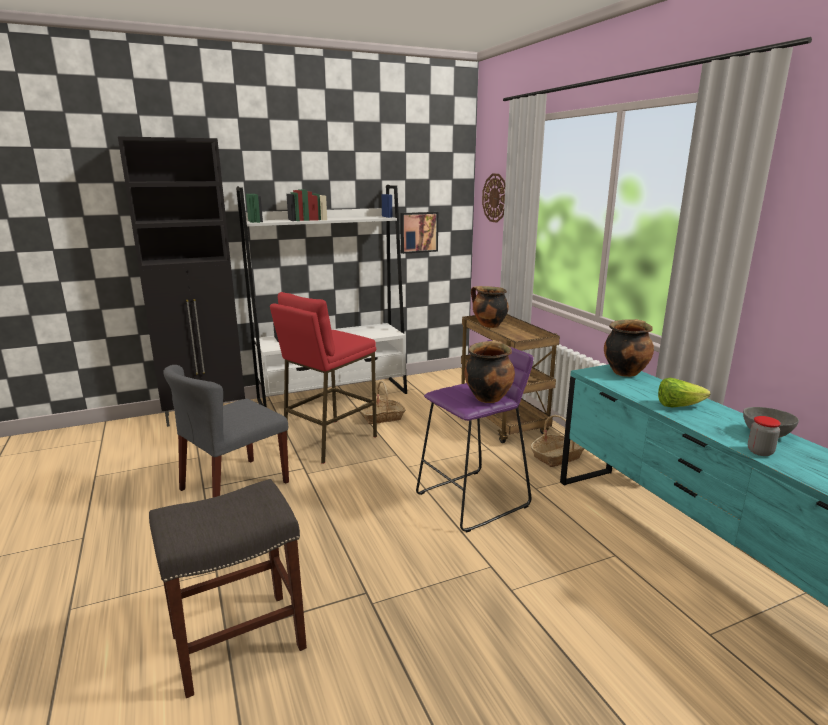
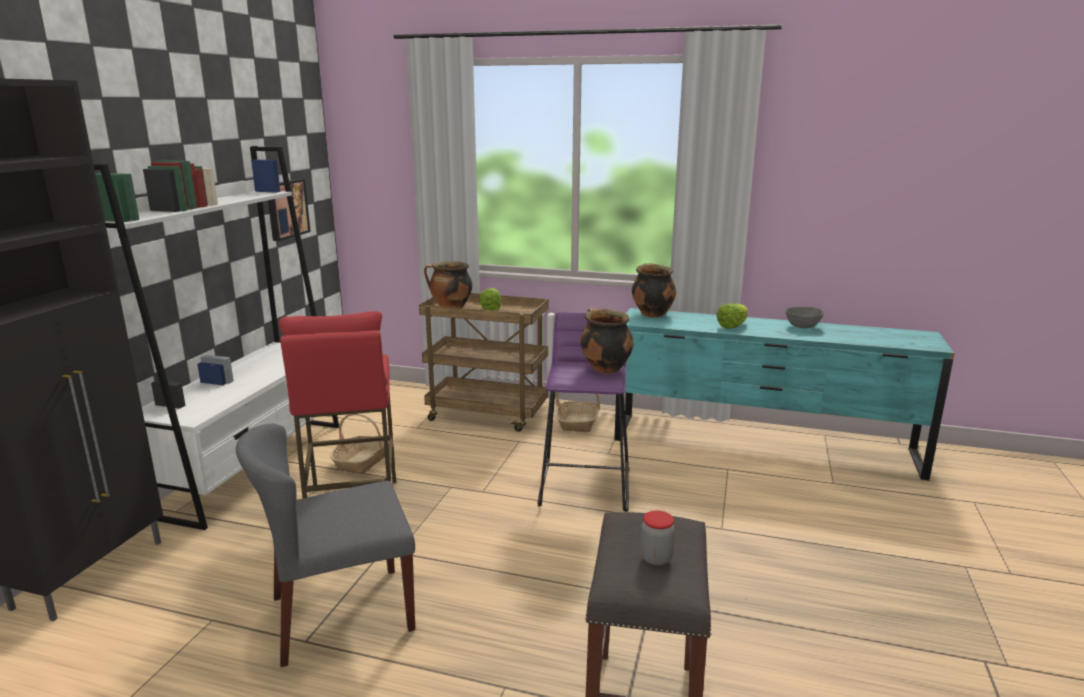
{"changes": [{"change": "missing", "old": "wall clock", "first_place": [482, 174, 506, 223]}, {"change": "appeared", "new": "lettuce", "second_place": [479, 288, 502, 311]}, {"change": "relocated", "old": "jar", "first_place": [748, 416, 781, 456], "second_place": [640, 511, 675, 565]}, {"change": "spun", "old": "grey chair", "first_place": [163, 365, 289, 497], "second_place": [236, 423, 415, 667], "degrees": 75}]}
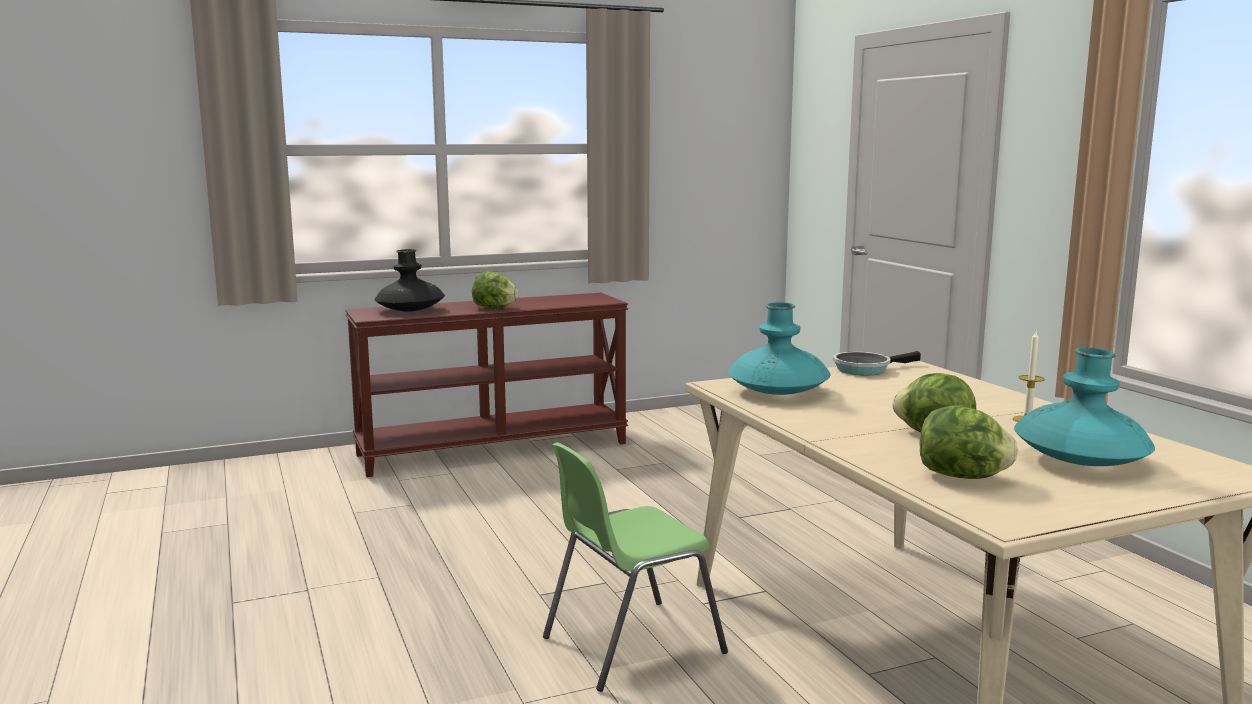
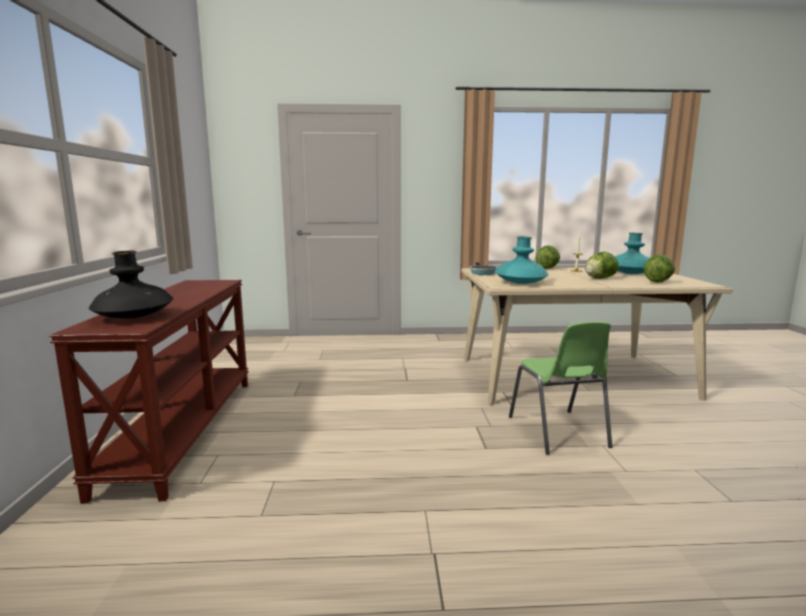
{"changes": [{"change": "relocated", "old": "lettuce", "first_place": [472, 271, 519, 308], "second_place": [535, 245, 560, 269]}]}
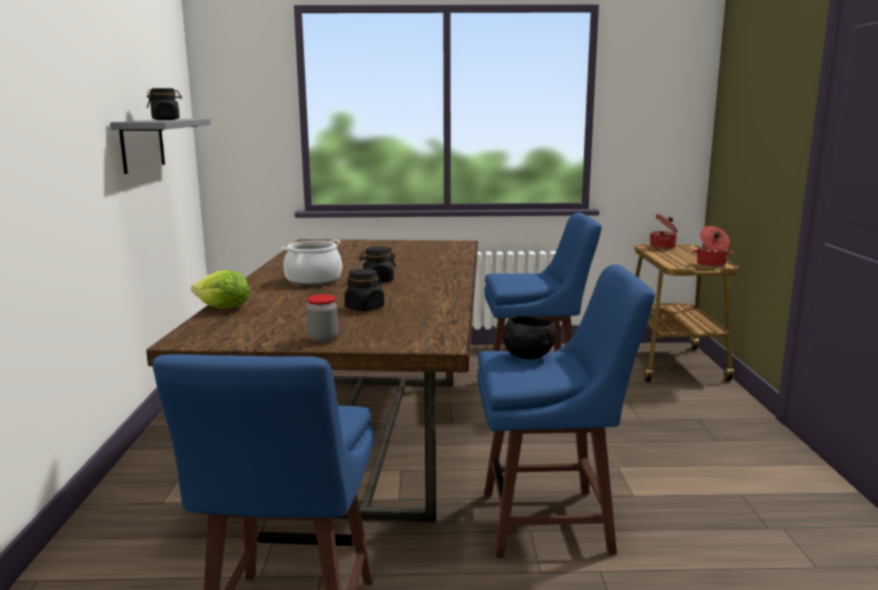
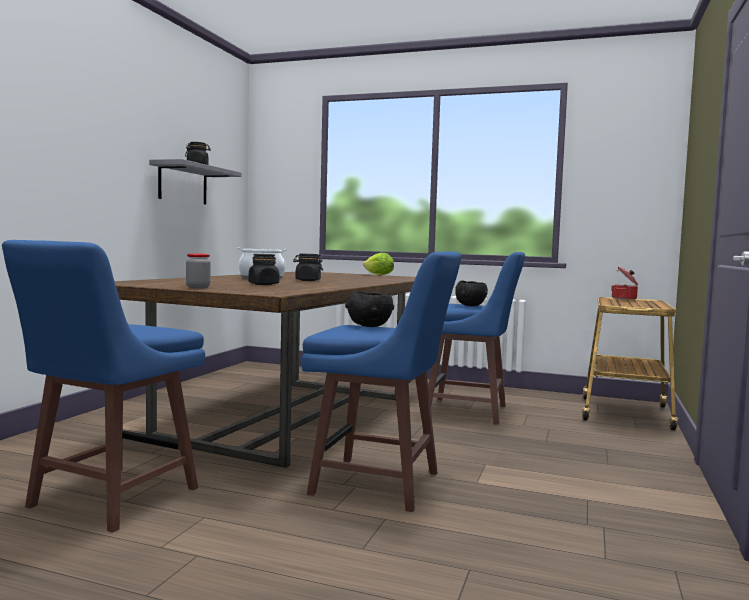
{"changes": [{"change": "missing", "old": "cooking pot", "first_place": [692, 226, 734, 267]}, {"change": "appeared", "new": "black bowl", "second_place": [455, 281, 488, 306]}, {"change": "relocated", "old": "lettuce", "first_place": [191, 270, 250, 308], "second_place": [363, 253, 394, 275]}]}
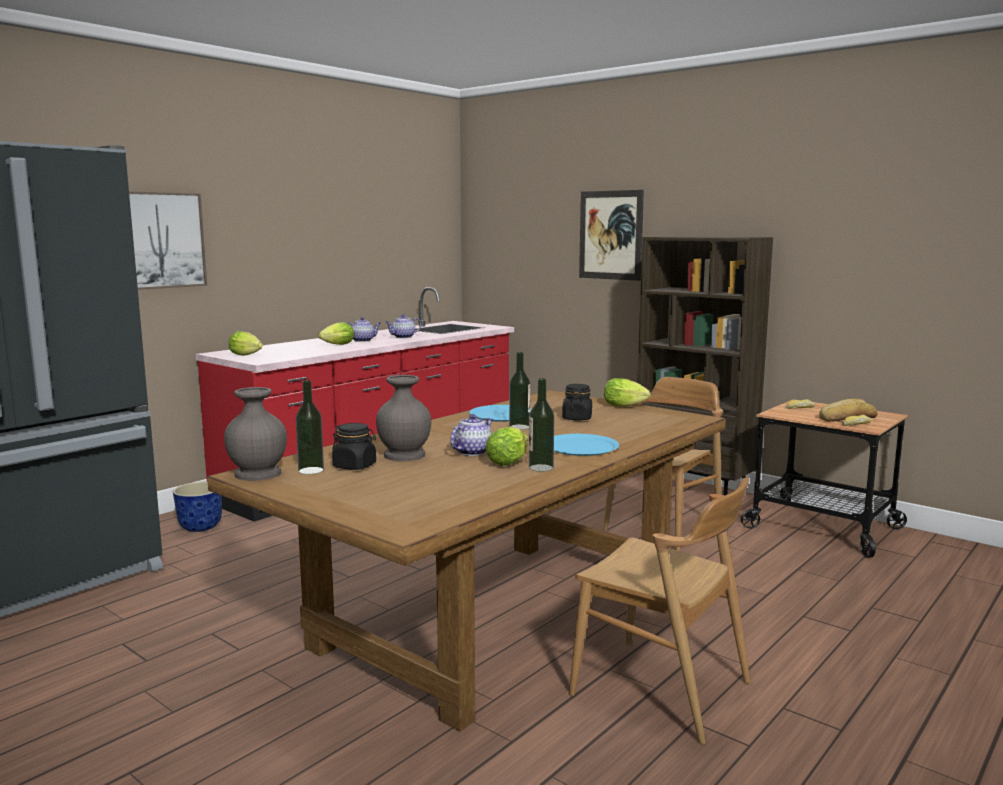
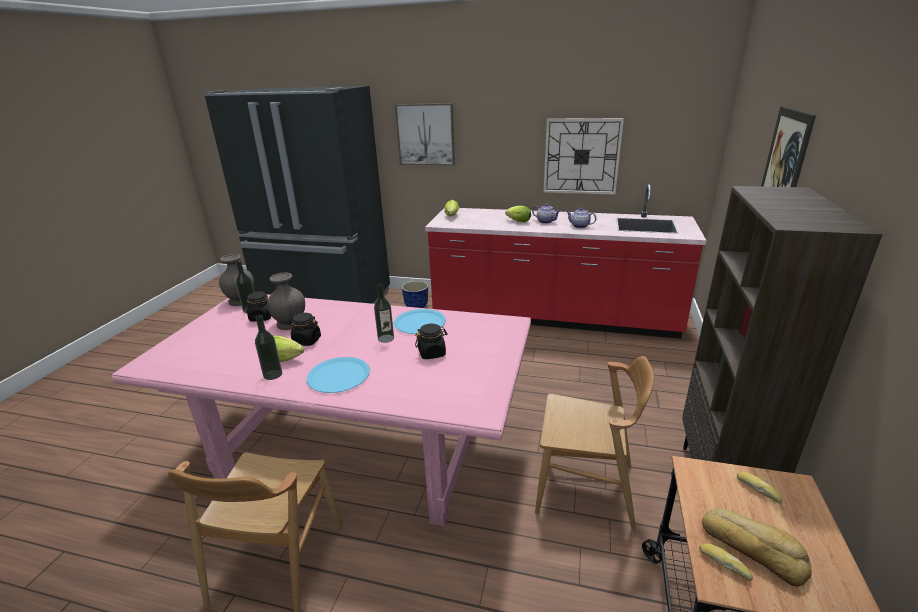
{"changes": [{"change": "missing", "old": "lettuce", "first_place": [604, 378, 650, 407]}, {"change": "appeared", "new": "wall clock", "second_place": [543, 118, 624, 195]}, {"change": "exchanged", "old": "teapot", "new": "black jar", "first_place": [450, 414, 492, 456], "second_place": [288, 313, 321, 346]}, {"change": "colour", "old": "brown dining table", "new": "pink dining table", "first_place": [207, 390, 726, 731], "second_place": [111, 294, 531, 526]}]}
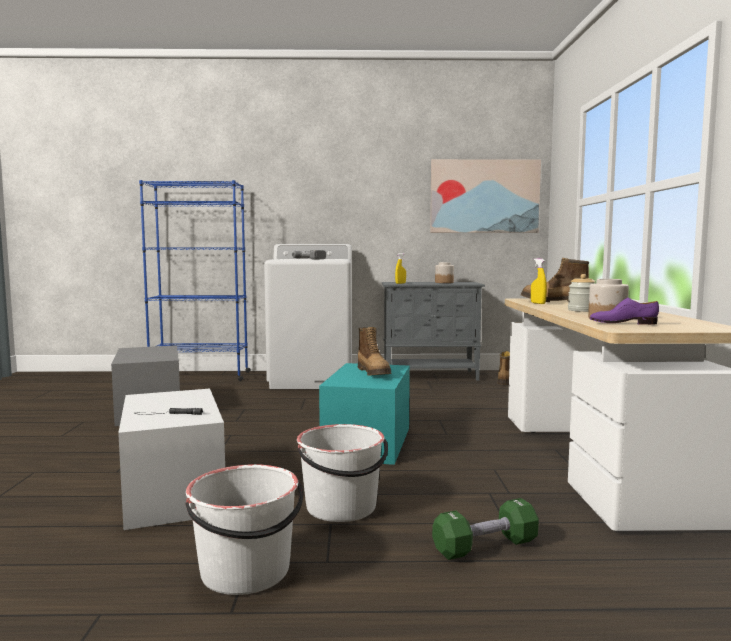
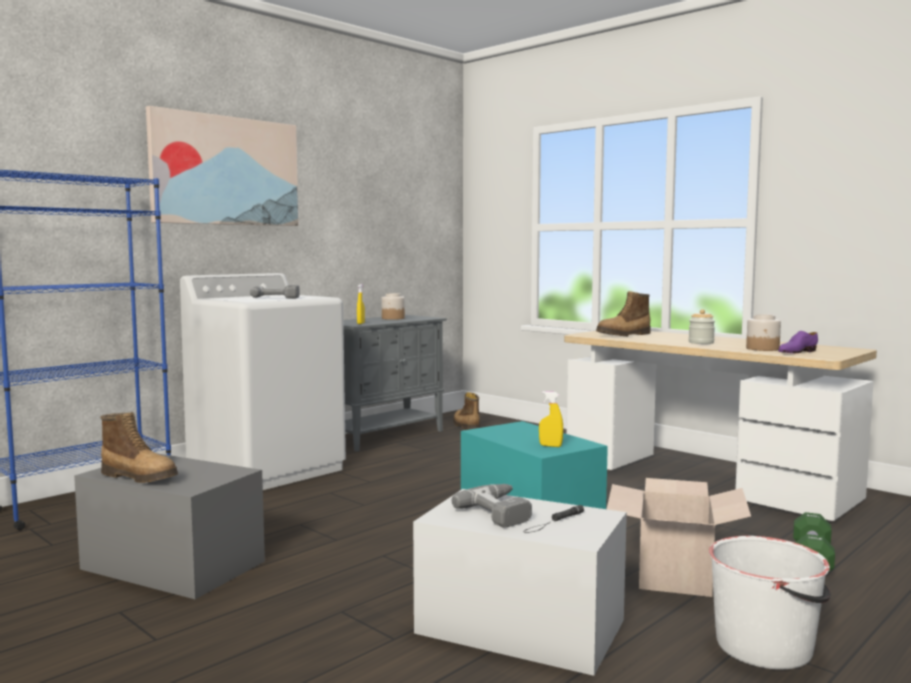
{"changes": [{"change": "appeared", "new": "power drill", "second_place": [452, 484, 532, 528]}, {"change": "relocated", "old": "boot", "first_place": [358, 327, 392, 375], "second_place": [100, 412, 178, 483]}, {"change": "relocated", "old": "picture", "first_place": [430, 159, 541, 233], "second_place": [146, 106, 299, 226]}, {"change": "relocated", "old": "yellow spray bottle", "first_place": [531, 258, 547, 304], "second_place": [539, 391, 563, 447]}, {"change": "exchanged", "old": "white bucket", "new": "cardboard box", "first_place": [297, 424, 388, 522], "second_place": [607, 478, 751, 597]}]}
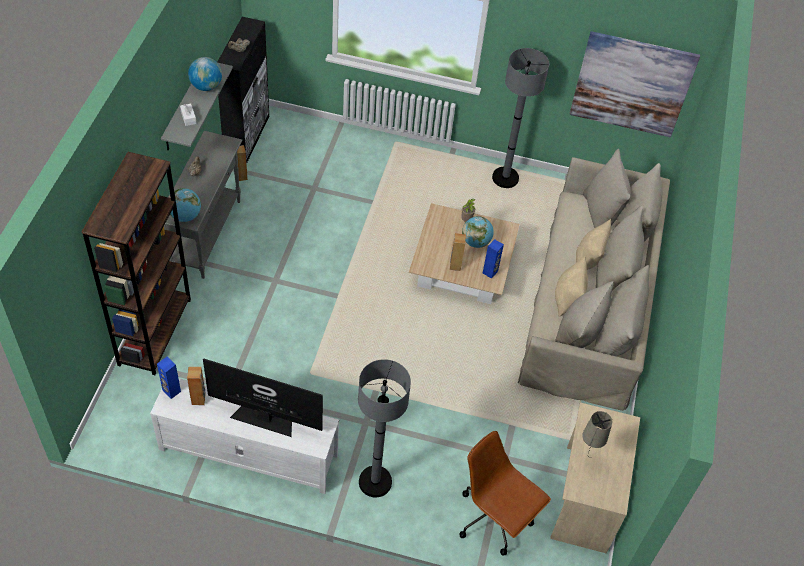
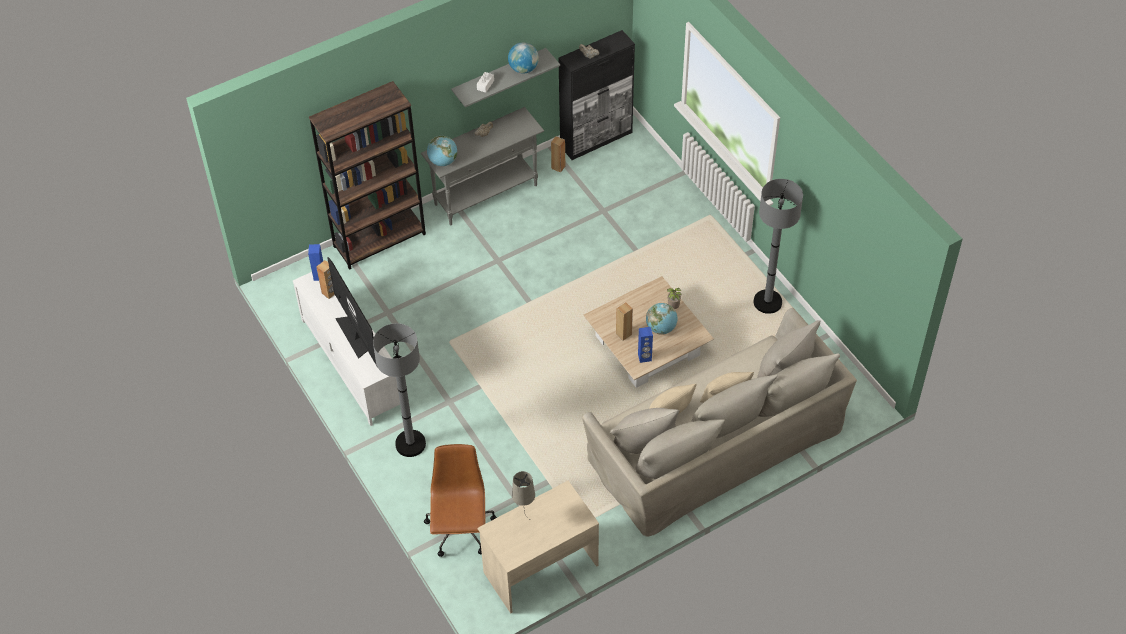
{"changes": [{"change": "missing", "old": "picture", "first_place": [569, 31, 700, 137]}]}
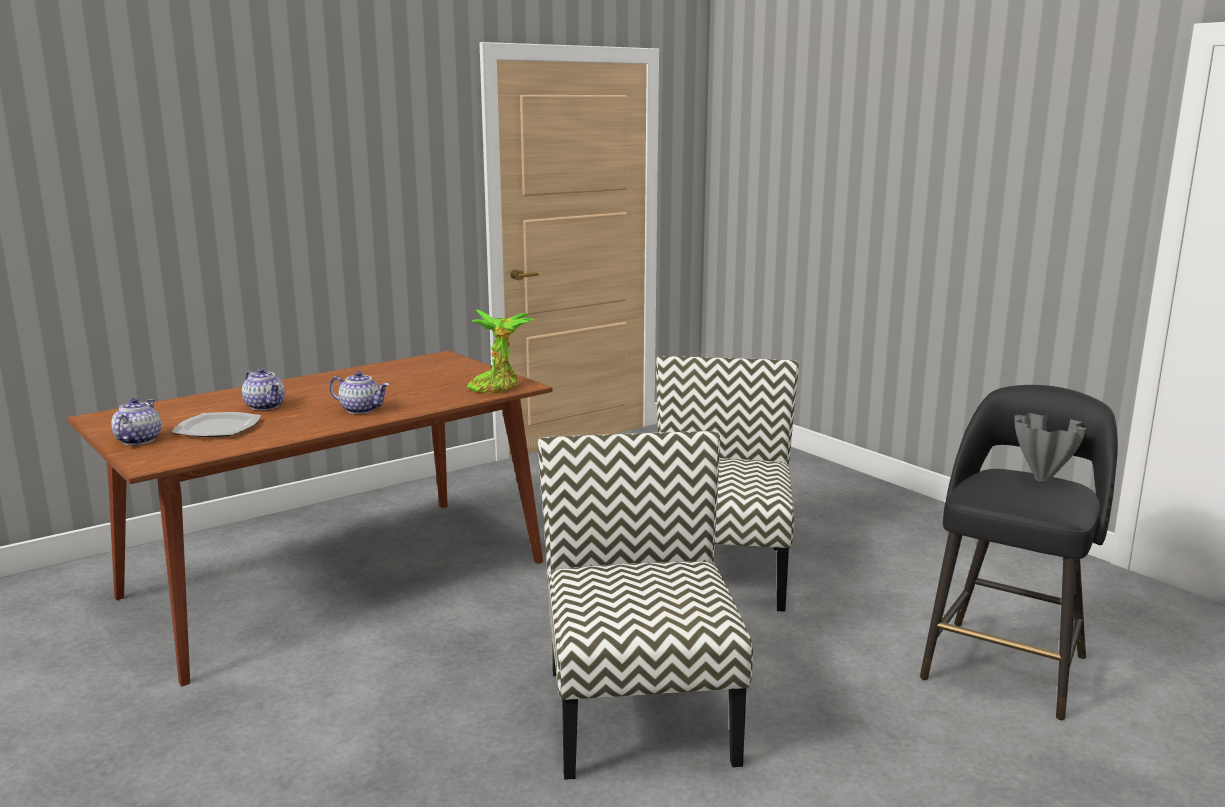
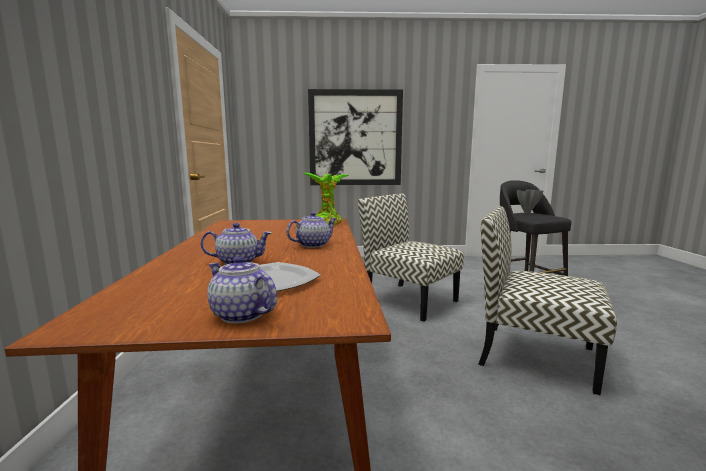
{"changes": [{"change": "appeared", "new": "picture", "second_place": [308, 89, 403, 185]}]}
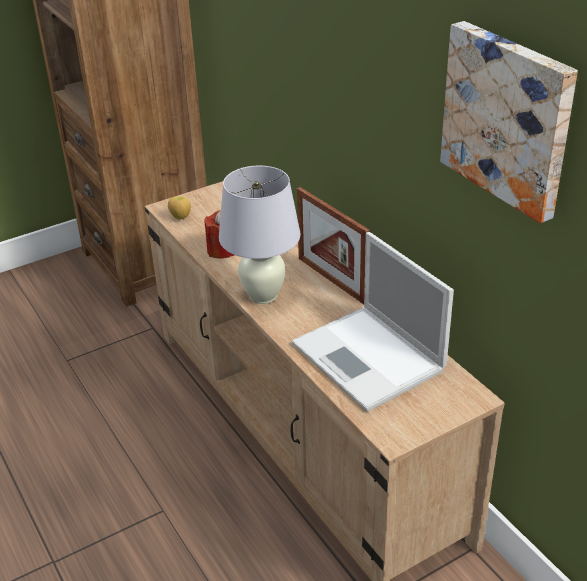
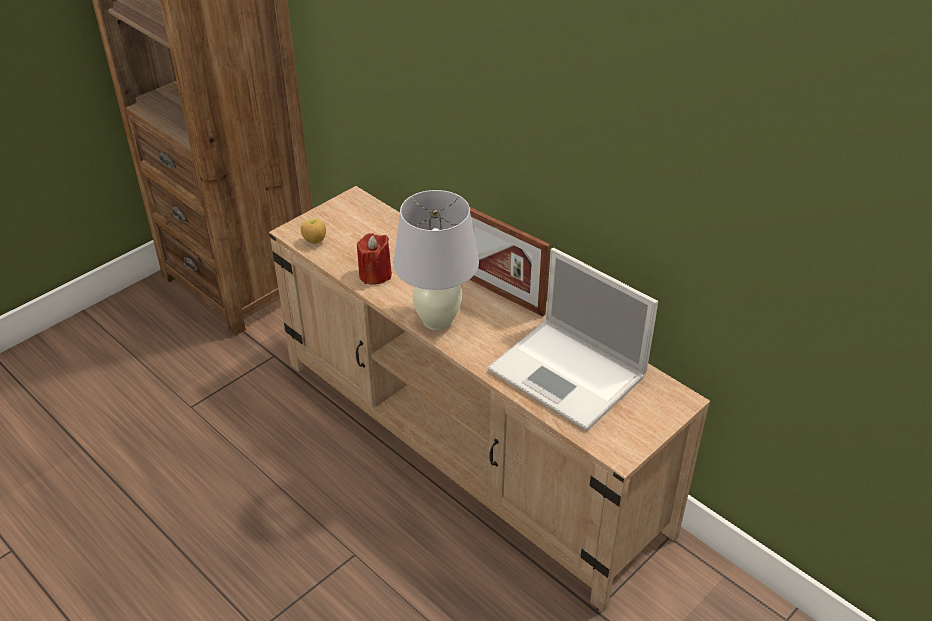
{"changes": [{"change": "missing", "old": "picture", "first_place": [440, 21, 578, 223]}]}
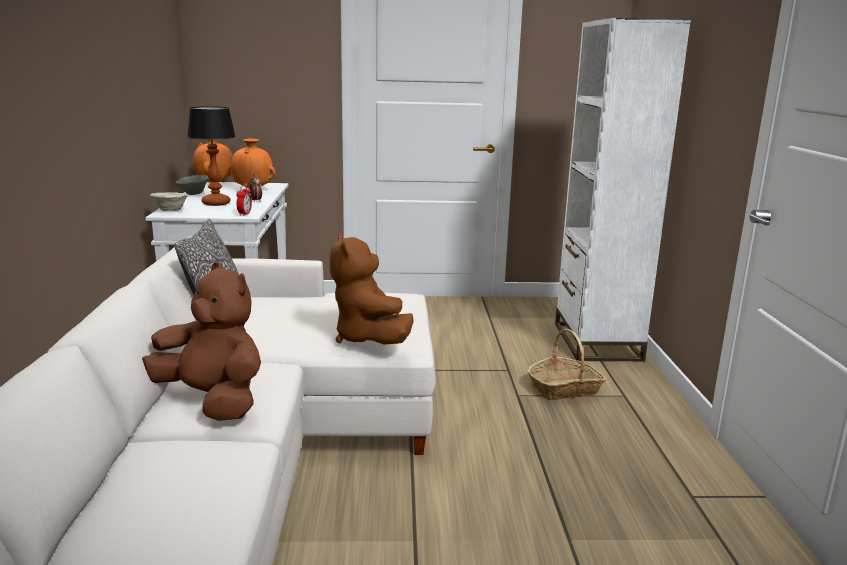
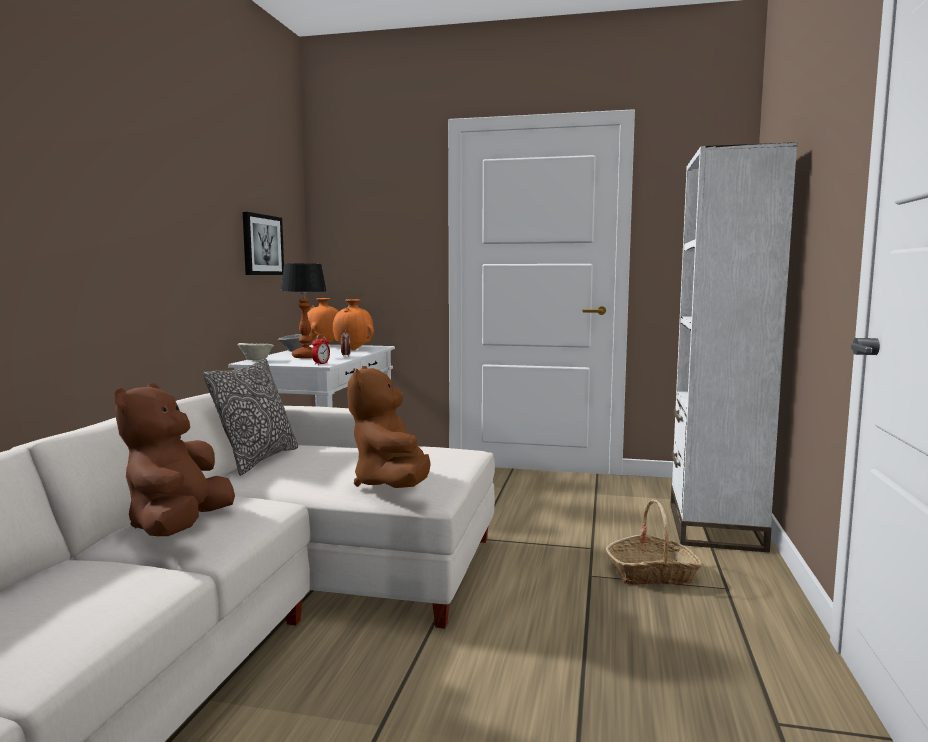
{"changes": [{"change": "appeared", "new": "picture", "second_place": [243, 212, 284, 275]}, {"change": "spun", "old": "brown plush toy", "first_place": [142, 262, 261, 421], "second_place": [114, 383, 235, 536], "degrees": -135}]}
